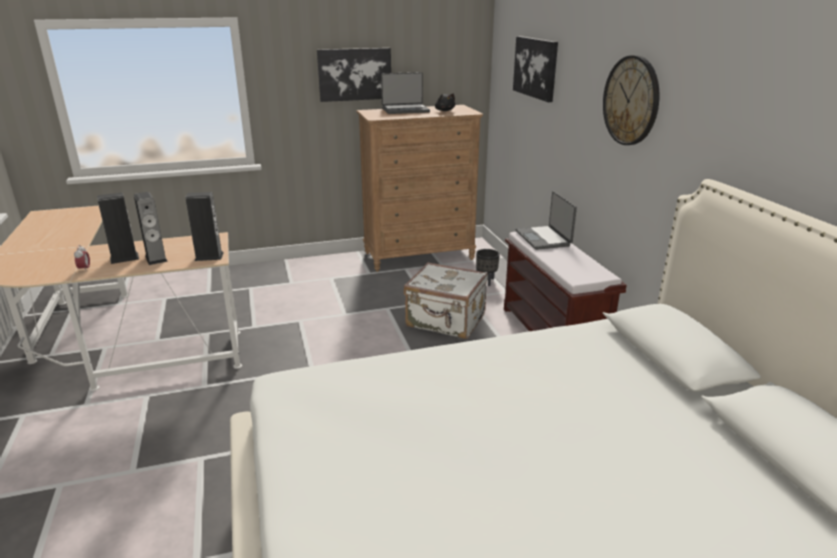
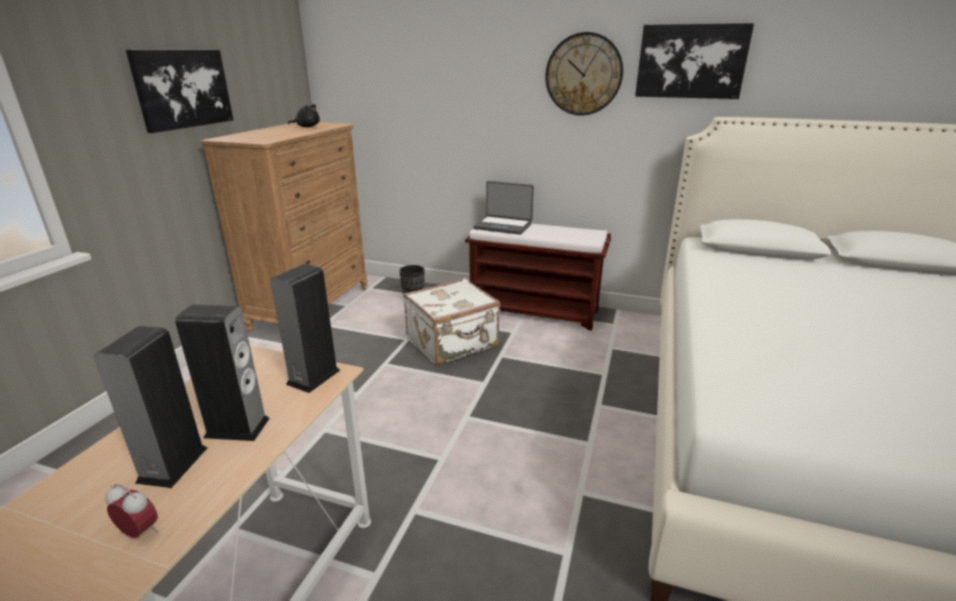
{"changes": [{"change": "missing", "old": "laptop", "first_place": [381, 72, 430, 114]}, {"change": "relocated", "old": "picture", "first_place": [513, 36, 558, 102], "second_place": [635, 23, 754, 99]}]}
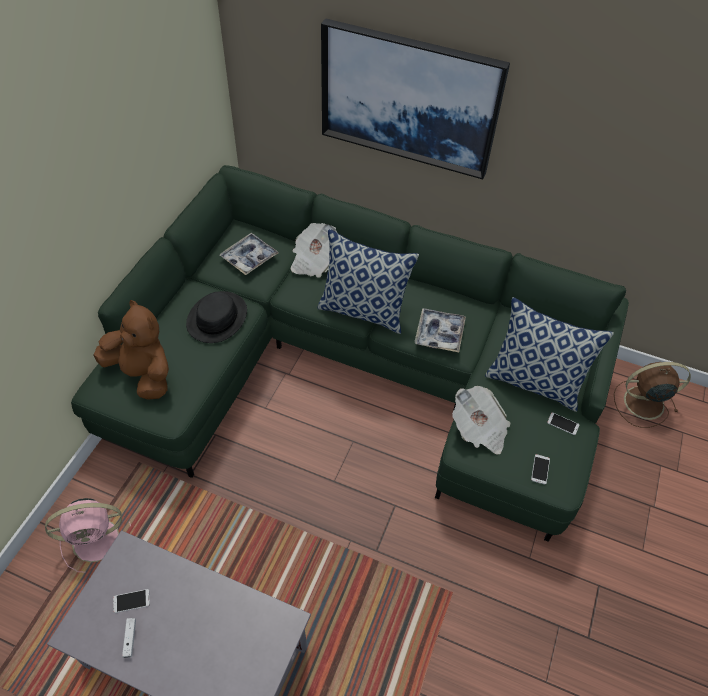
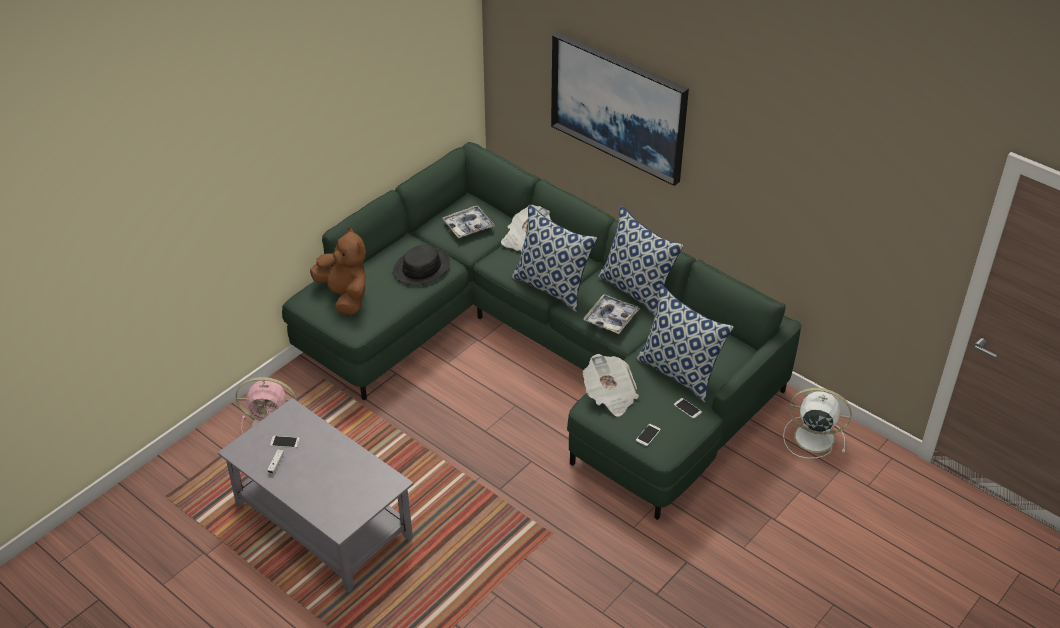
{"changes": [{"change": "appeared", "new": "pillow", "second_place": [598, 206, 684, 316]}, {"change": "colour", "old": "brown fan", "new": "white fan", "first_place": [614, 362, 691, 428], "second_place": [783, 388, 851, 459]}]}
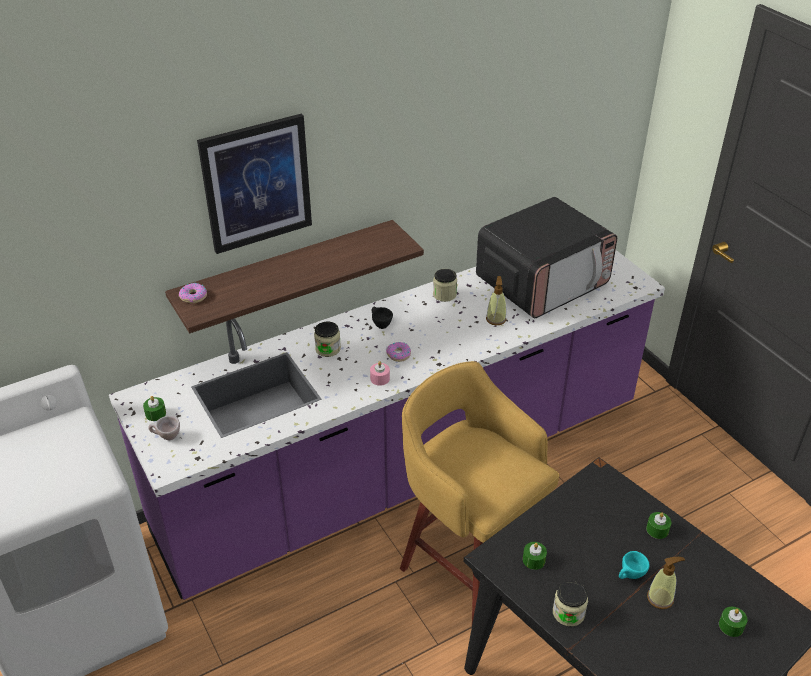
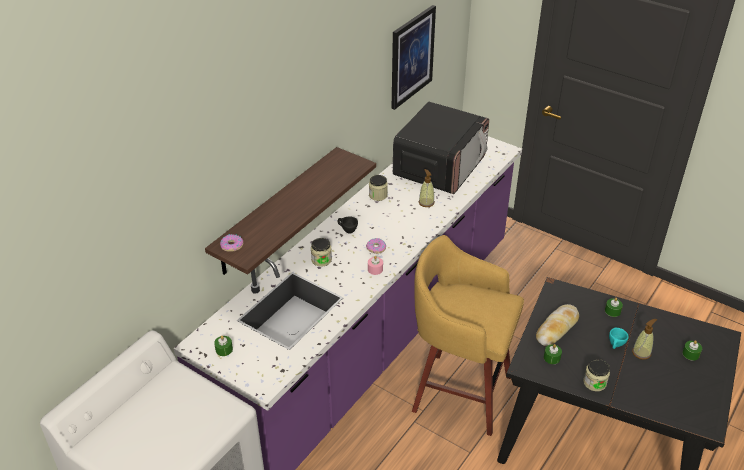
{"changes": [{"change": "missing", "old": "beige cup", "first_place": [148, 416, 180, 440]}, {"change": "appeared", "new": "bread", "second_place": [536, 304, 579, 346]}, {"change": "relocated", "old": "picture", "first_place": [197, 114, 312, 254], "second_place": [391, 5, 436, 110]}]}
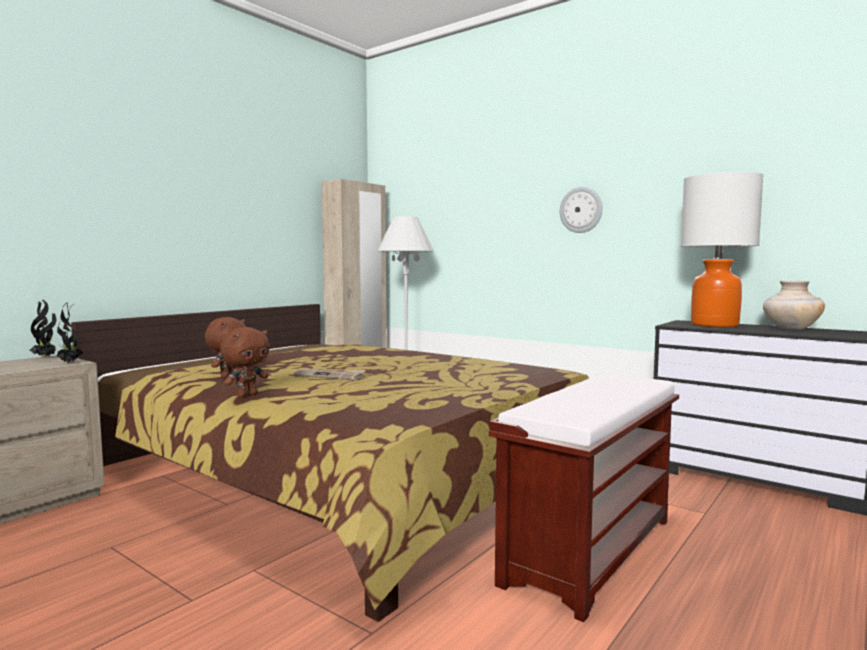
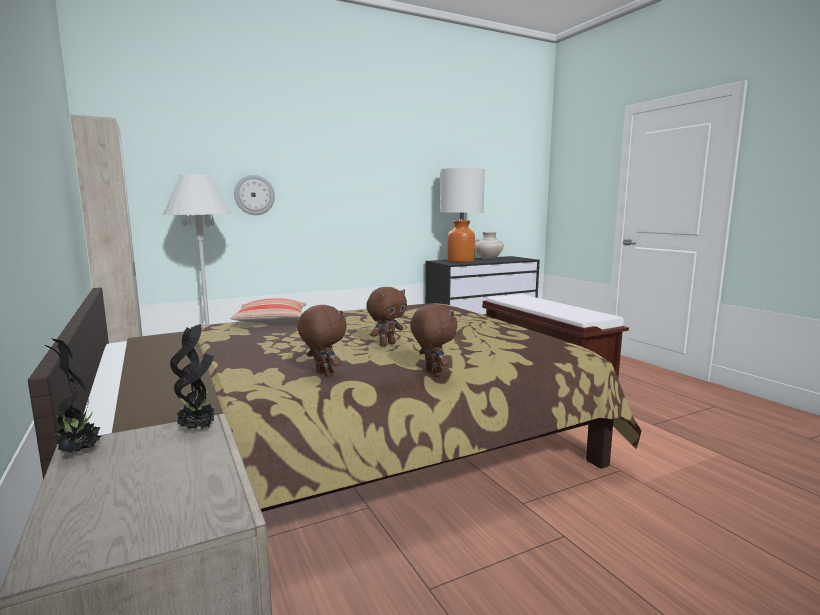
{"changes": [{"change": "appeared", "new": "pillow", "second_place": [230, 298, 306, 323]}, {"change": "relocated", "old": "wall clock", "first_place": [560, 187, 603, 233], "second_place": [234, 175, 275, 215]}, {"change": "exchanged", "old": "newspaper", "new": "brown plush toy", "first_place": [293, 369, 366, 380], "second_place": [366, 287, 407, 347]}]}
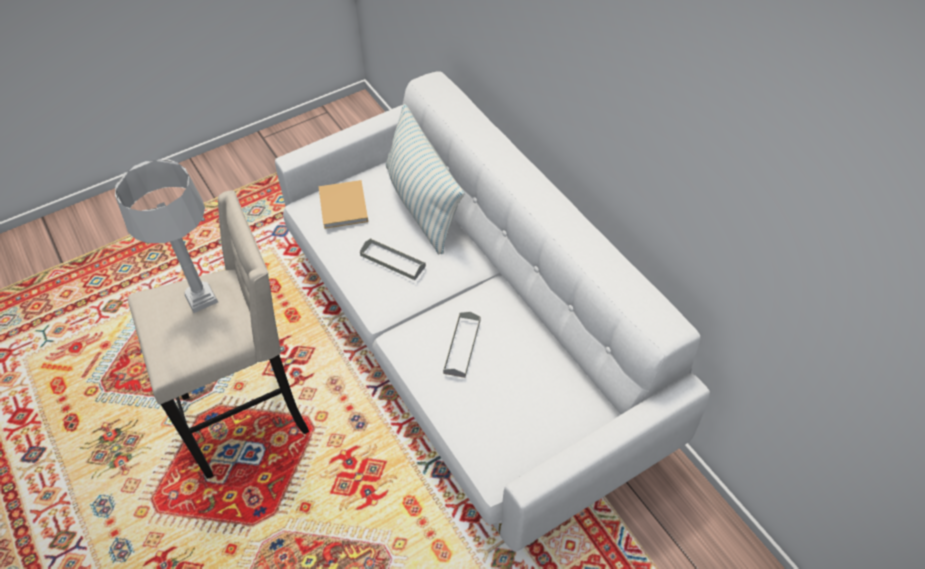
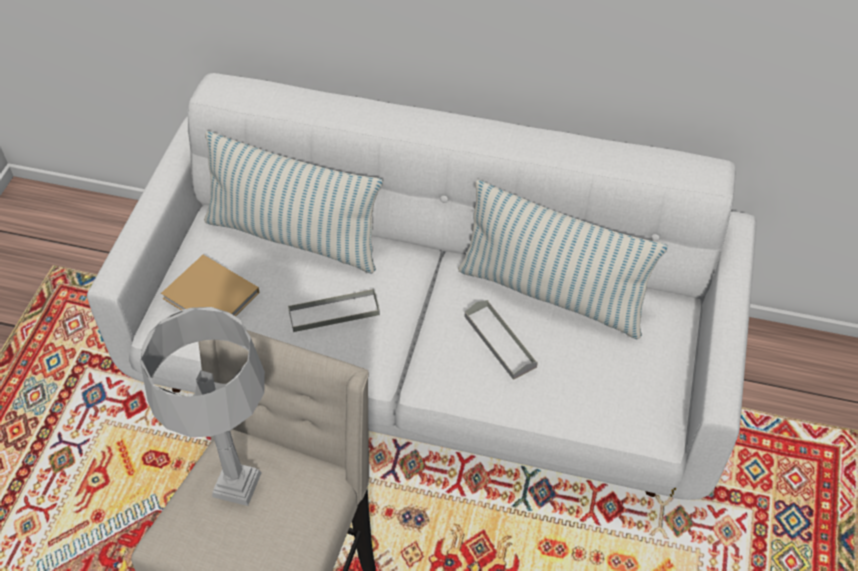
{"changes": [{"change": "appeared", "new": "pillow", "second_place": [458, 180, 668, 339]}]}
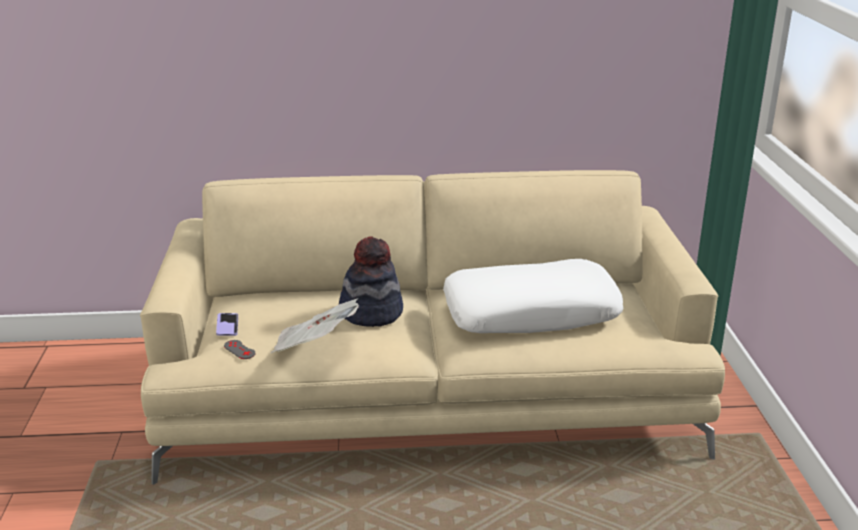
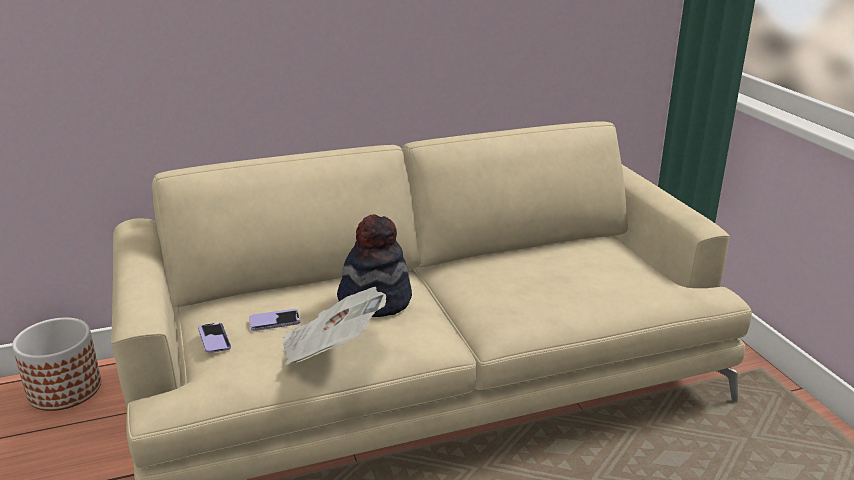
{"changes": [{"change": "missing", "old": "grey game controller", "first_place": [224, 340, 255, 359]}, {"change": "missing", "old": "white pillow", "first_place": [443, 259, 623, 333]}, {"change": "appeared", "new": "planter", "second_place": [12, 318, 101, 411]}, {"change": "appeared", "new": "phone", "second_place": [249, 309, 300, 331]}]}
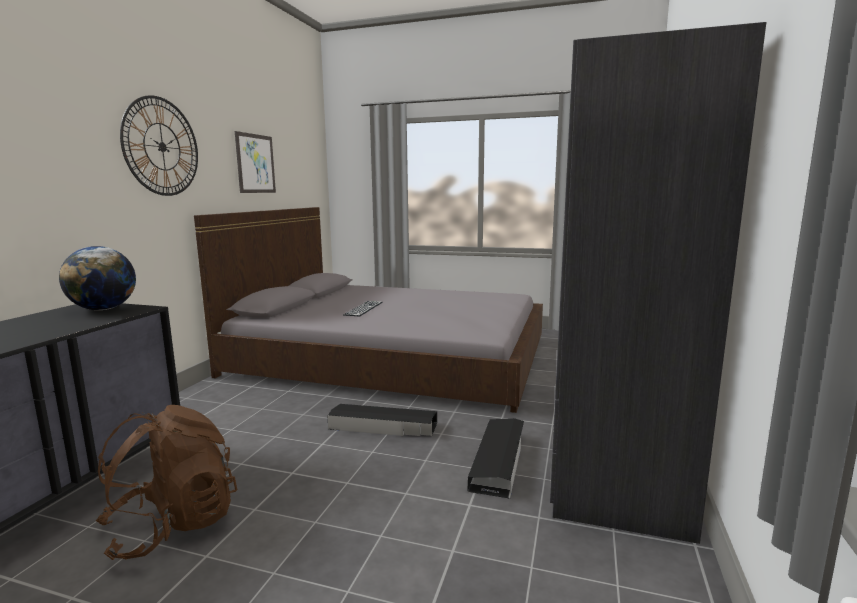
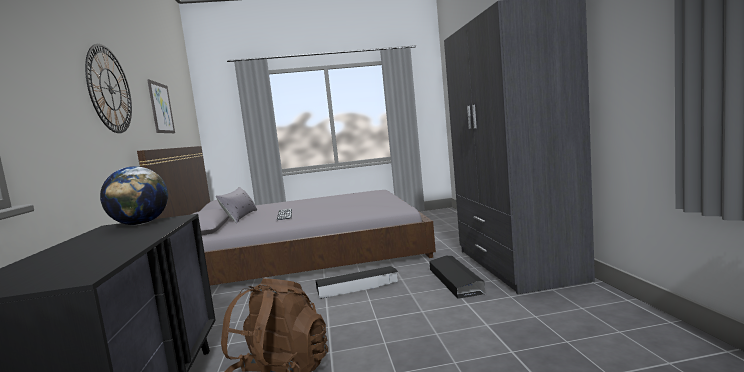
{"changes": [{"change": "appeared", "new": "grey pillow", "second_place": [216, 187, 257, 223]}]}
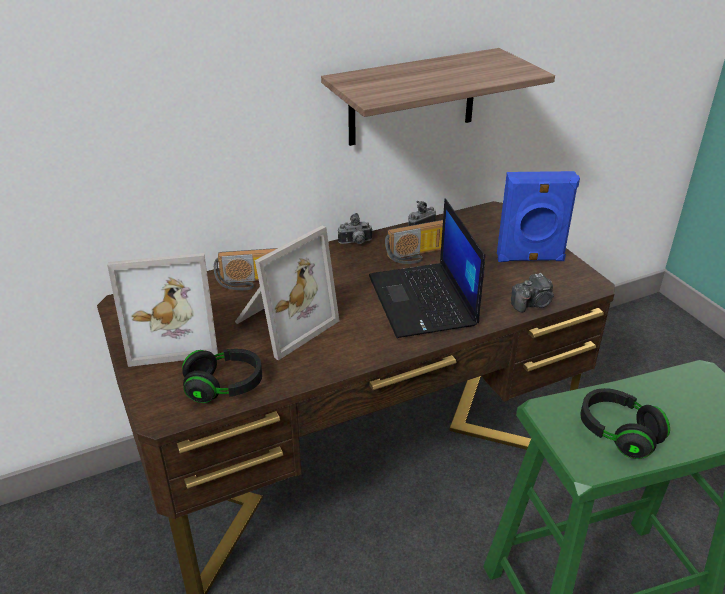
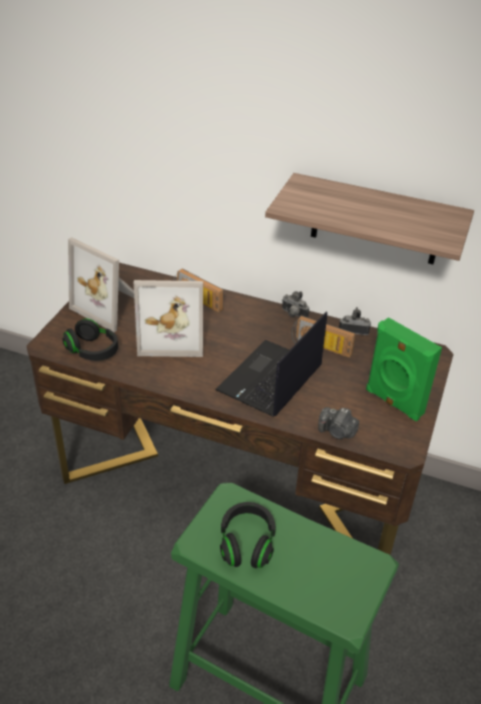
{"changes": [{"change": "colour", "old": "blue speaker", "new": "green speaker", "first_place": [497, 171, 580, 262], "second_place": [366, 317, 442, 422]}]}
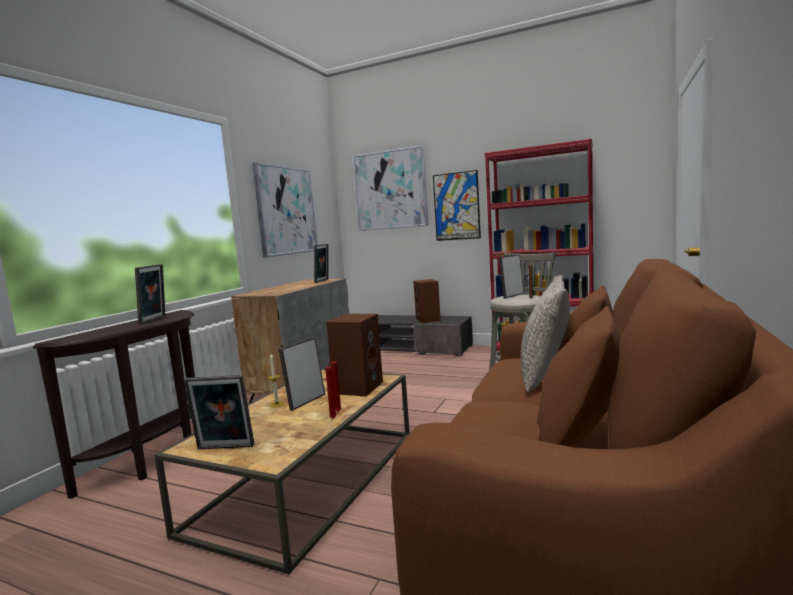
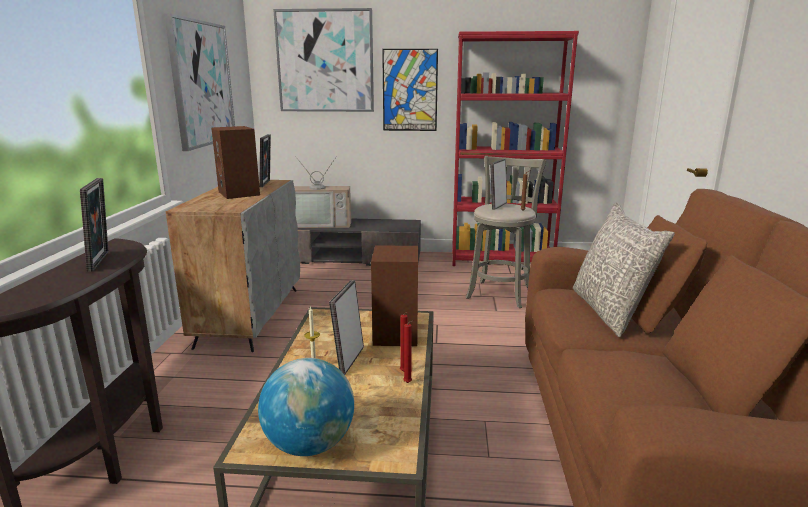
{"changes": [{"change": "appeared", "new": "television", "second_place": [294, 156, 351, 228]}, {"change": "relocated", "old": "brown speaker", "first_place": [413, 279, 441, 323], "second_place": [211, 126, 260, 199]}, {"change": "exchanged", "old": "picture frame", "new": "globe", "first_place": [184, 375, 254, 449], "second_place": [258, 358, 354, 456]}]}
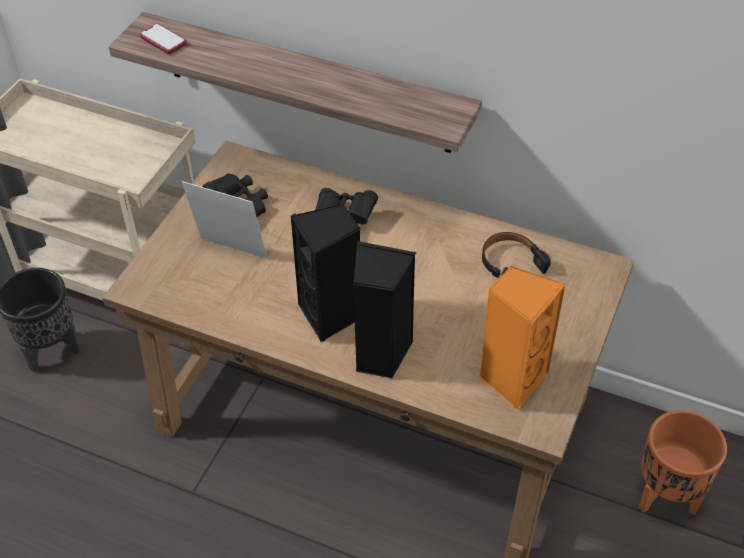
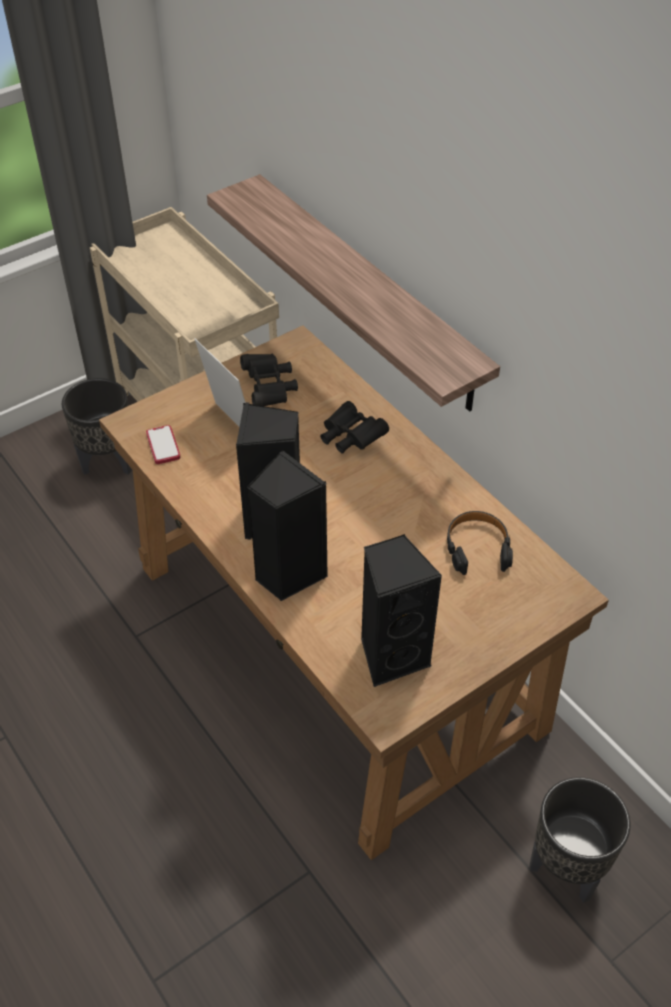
{"changes": [{"change": "relocated", "old": "phone", "first_place": [140, 23, 187, 54], "second_place": [146, 425, 180, 464]}, {"change": "colour", "old": "orange speaker", "new": "black speaker", "first_place": [479, 265, 566, 411], "second_place": [361, 534, 442, 687]}, {"change": "colour", "old": "orange planter", "new": "black planter", "first_place": [639, 410, 727, 515], "second_place": [530, 777, 630, 903]}]}
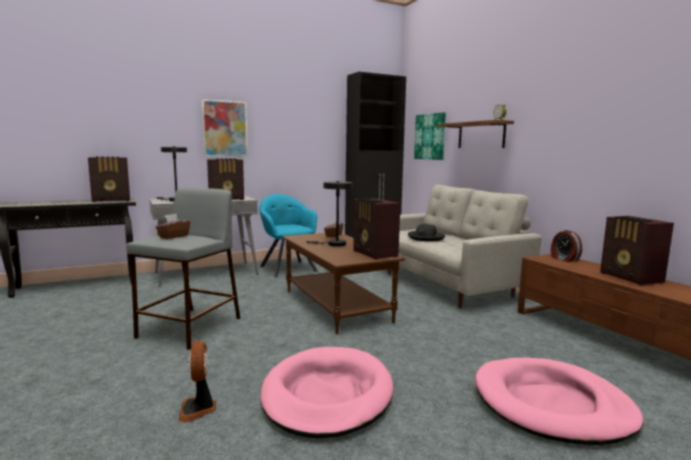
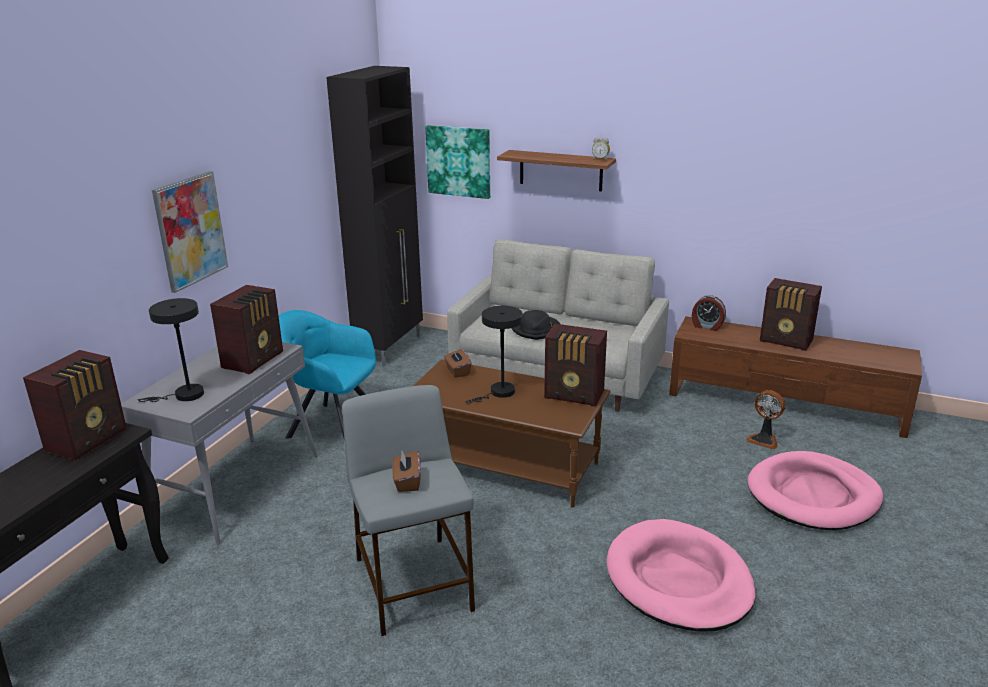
{"changes": [{"change": "relocated", "old": "fan", "first_place": [178, 340, 216, 422], "second_place": [746, 390, 785, 449]}]}
